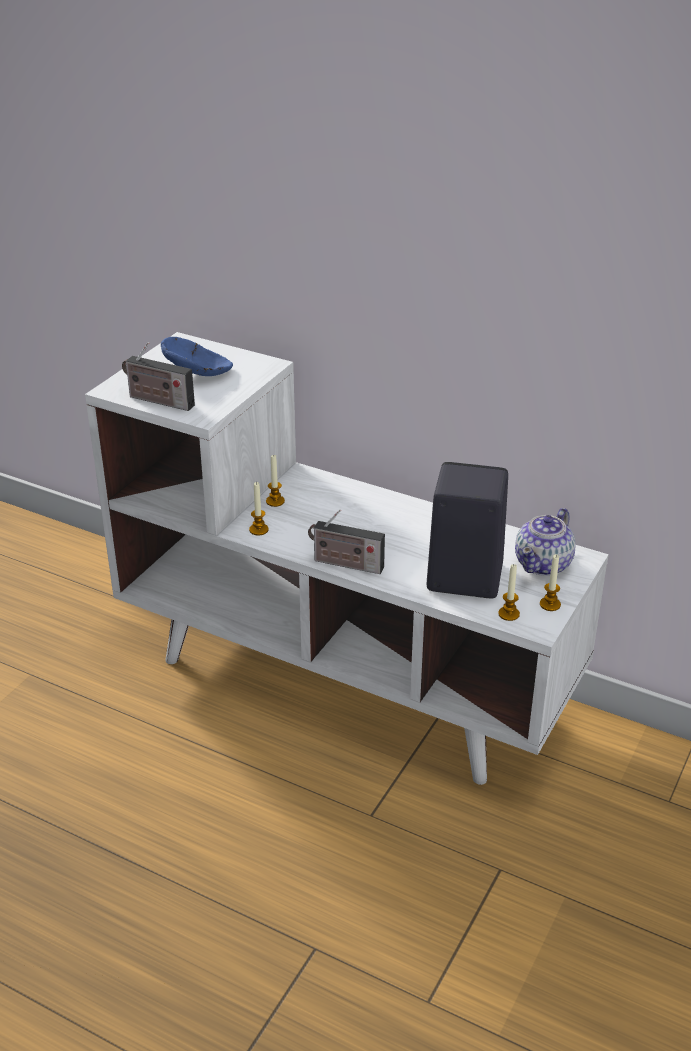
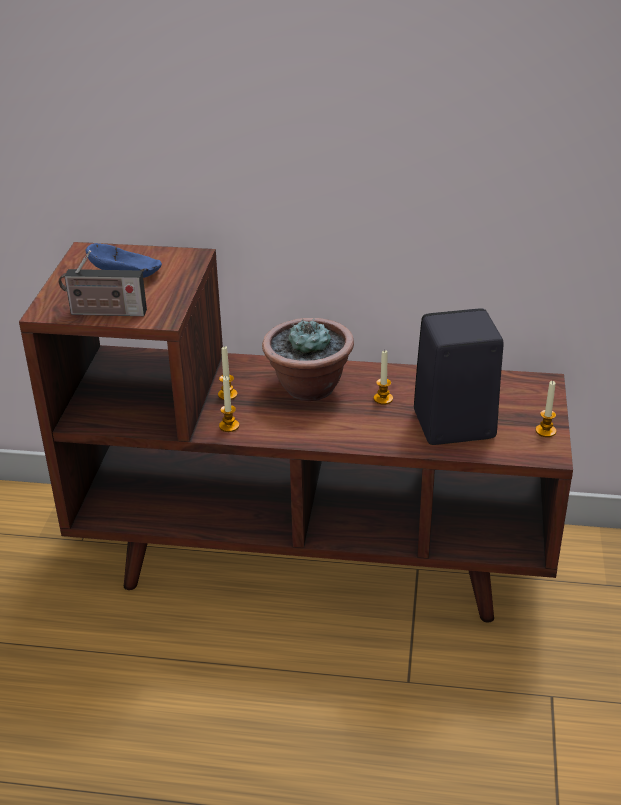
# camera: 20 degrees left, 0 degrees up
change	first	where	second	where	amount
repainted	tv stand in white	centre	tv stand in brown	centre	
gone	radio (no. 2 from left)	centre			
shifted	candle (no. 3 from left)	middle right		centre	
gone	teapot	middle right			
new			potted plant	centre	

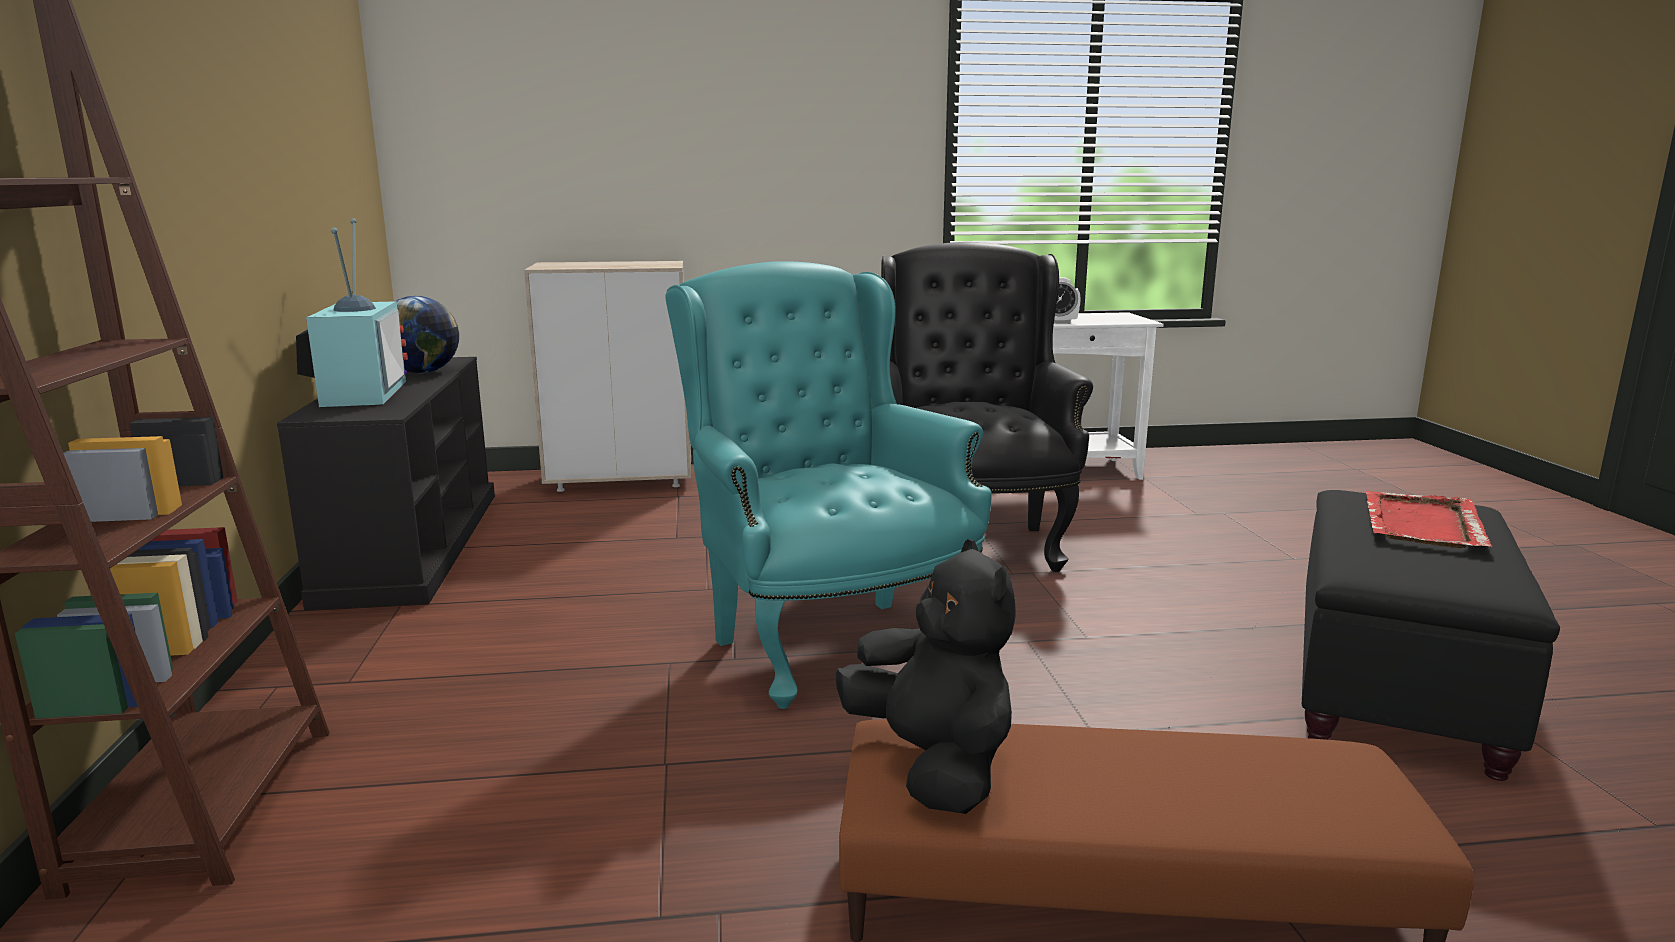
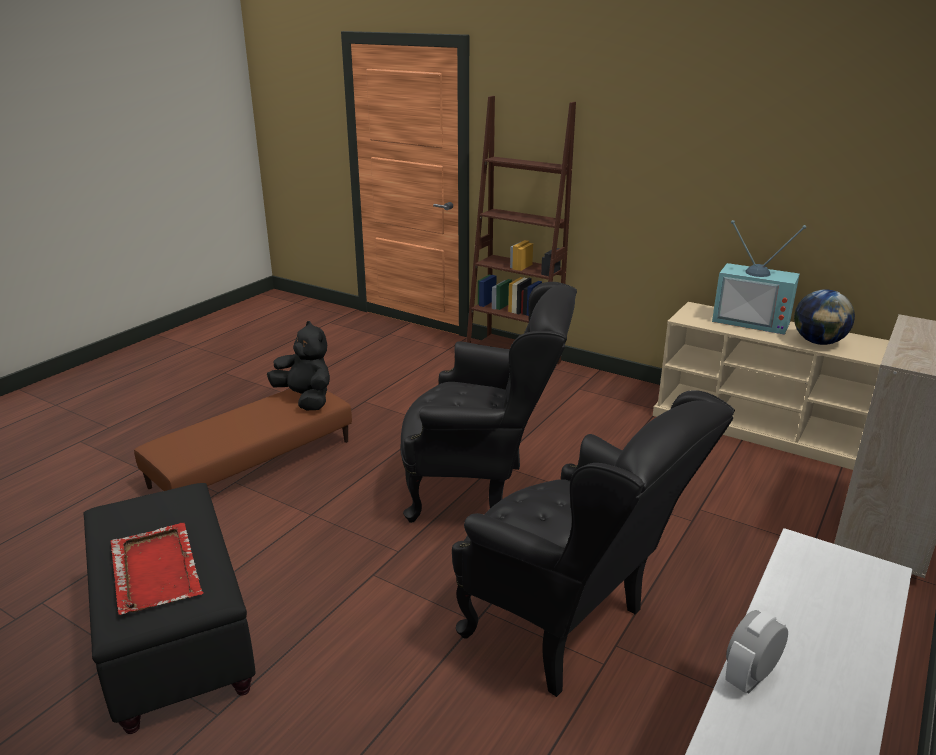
# camera: 130 degrees right, 10 degrees up
change	first	where	second	where	amount
repainted	tv stand in black	middle left	tv stand in beige	middle right	
repainted	armchair in turquoise	centre	armchair in black (no. 1 from left)	centre	
rotated	plush toy in black	bottom centre		middle left	150 degrees counterclockwise

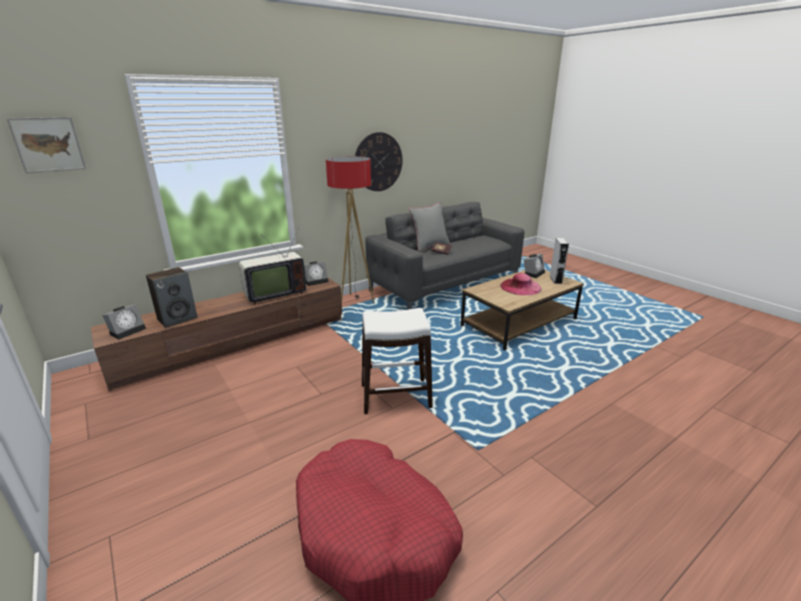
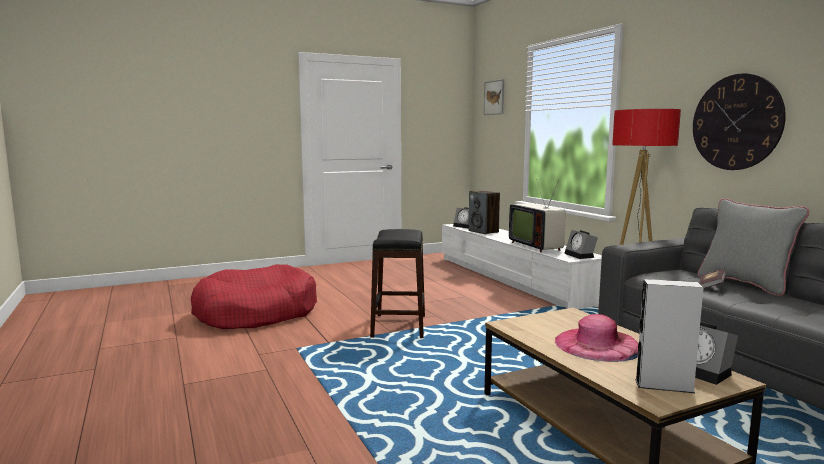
# camera: 100 degrees right, 15 degrees down
change	first	where	second	where	amount
repainted	tv stand in brown	middle left	tv stand in white	centre	
repainted	stool in white	centre	stool in black	centre	

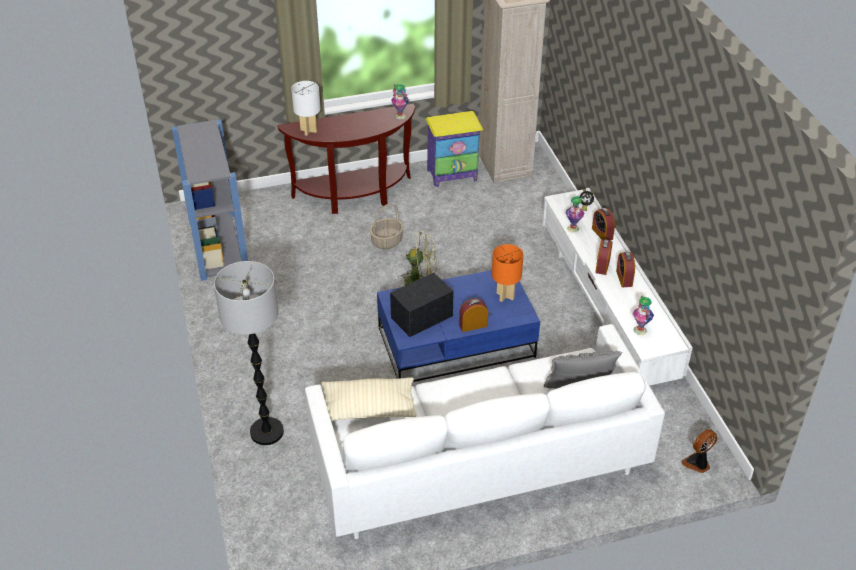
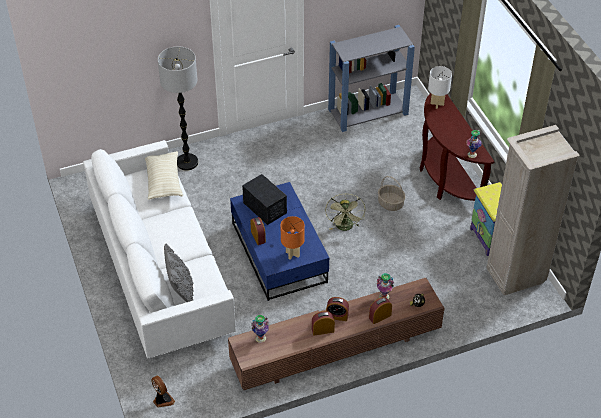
# camera: 85 degrees right, 5 degrees up
change	first	where	second	where	amount
repainted	tv stand in white	middle right	tv stand in brown	bottom centre	

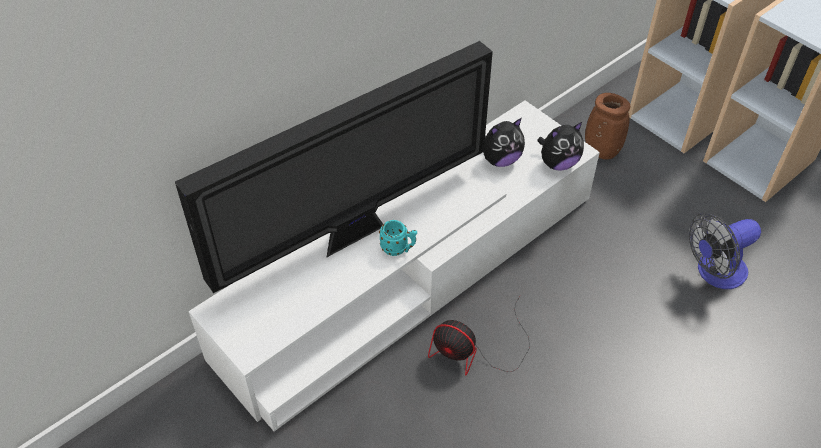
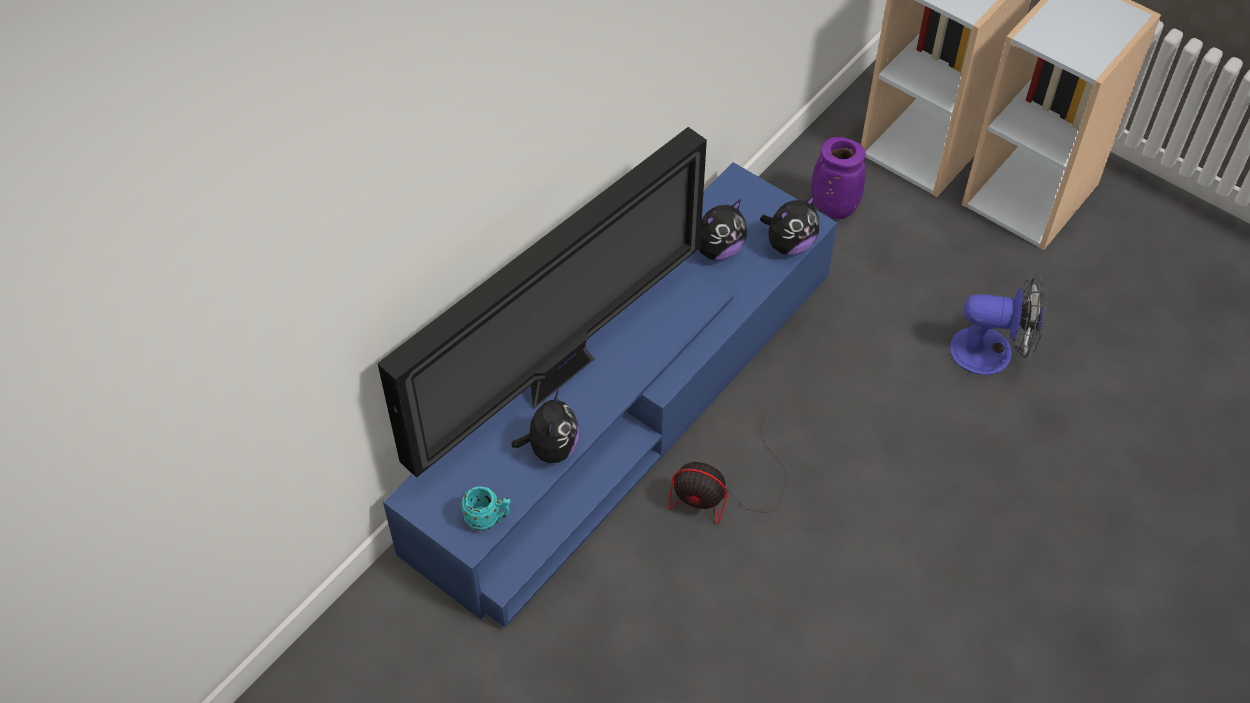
# camera: 10 degrees left, 5 degrees up
change	first	where	second	where	amount
repainted	tv stand in white	centre	tv stand in blue	centre	
shifted	mug in turquoise	centre		bottom centre	
repainted	vase in brown	top right	vase in purple	top right	
rotated	fan (no. 2 from left)	middle right		middle right	135 degrees counterclockwise
new			plush toy (no. 1 from left)	centre	

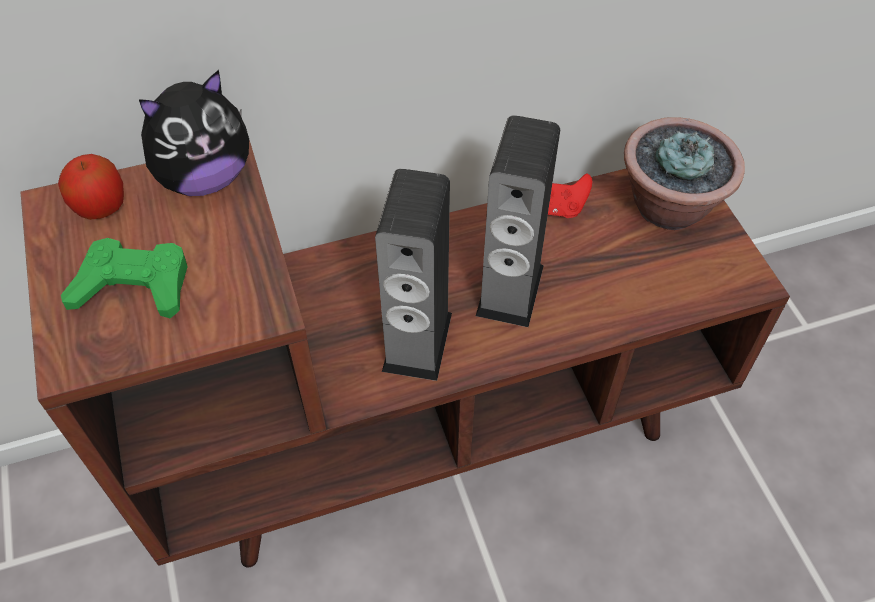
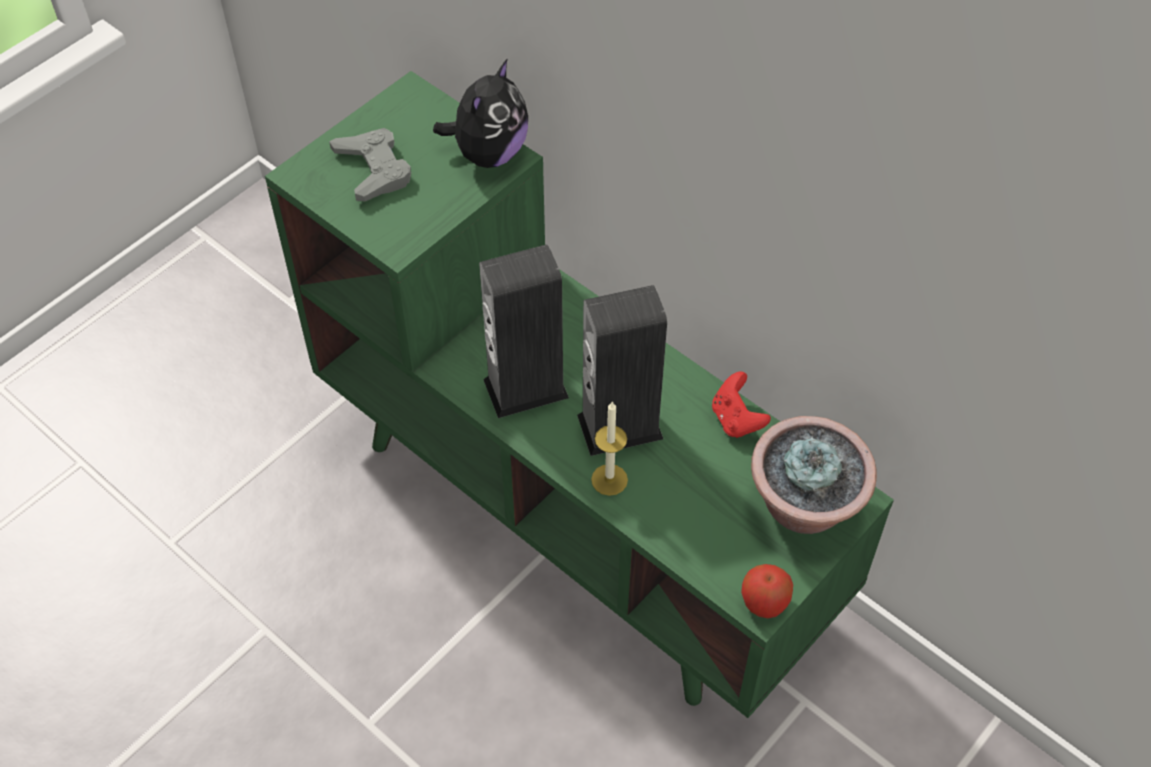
# camera: 60 degrees right, 0 degrees up
change	first	where	second	where	amount
repainted	tv stand in brown	centre	tv stand in green	centre	
shifted	apple	top left		bottom centre	
repainted	game controller in green	middle left	game controller in grey	top left	
rotated	plush toy	top left		top centre	90 degrees counterclockwise
new			candle	centre	

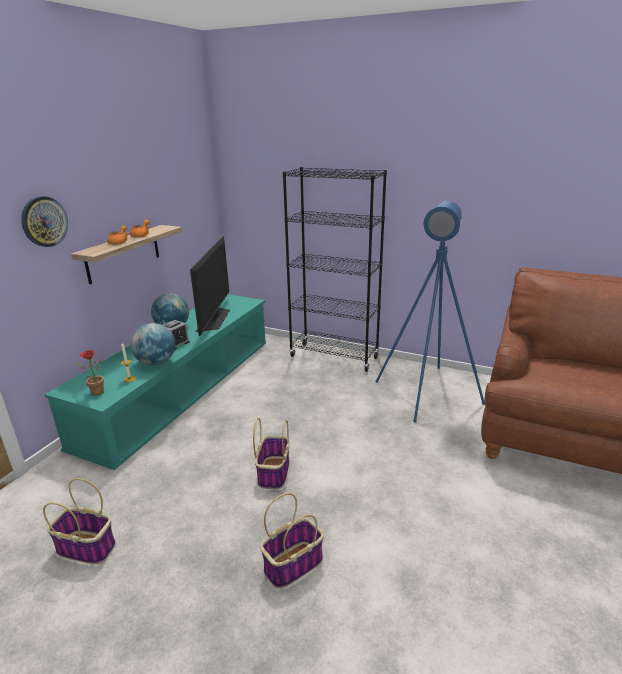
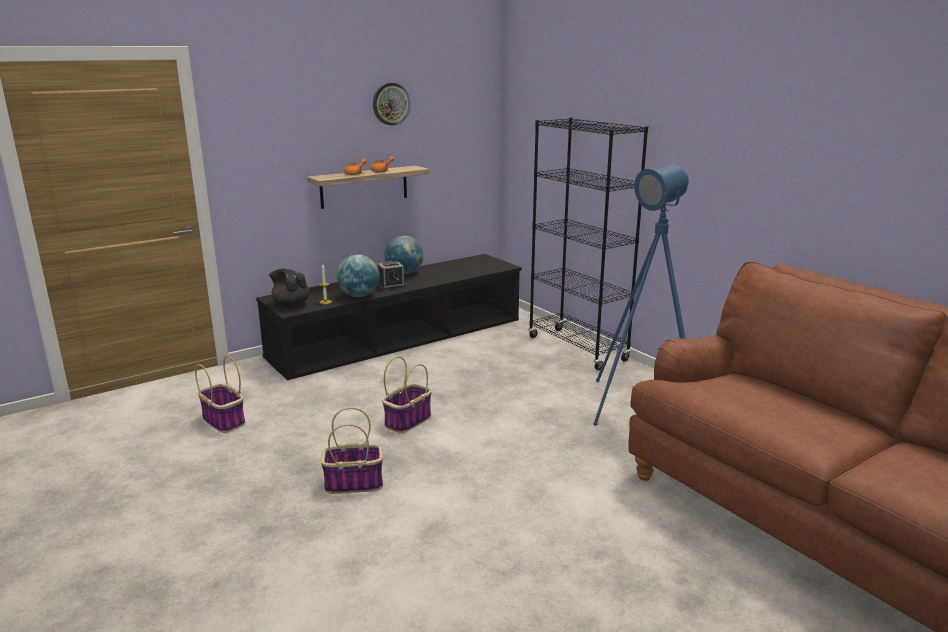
# camera: 30 degrees right, 5 degrees down
change	first	where	second	where	amount
shifted	wall clock	top left		top centre	
repainted	tv stand in turquoise	middle left	tv stand in black	centre	
swapped	potted plant	middle left	teapot in black	middle left	
gone	television	centre			

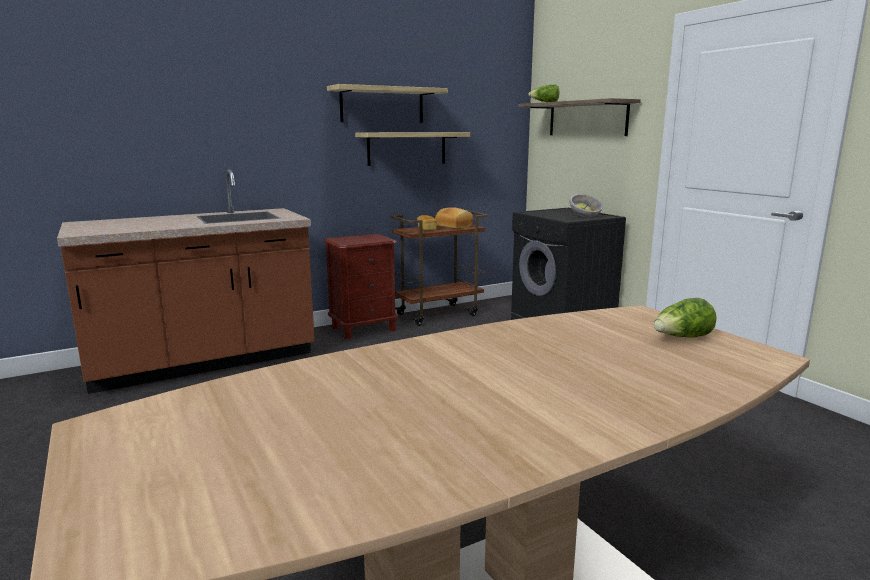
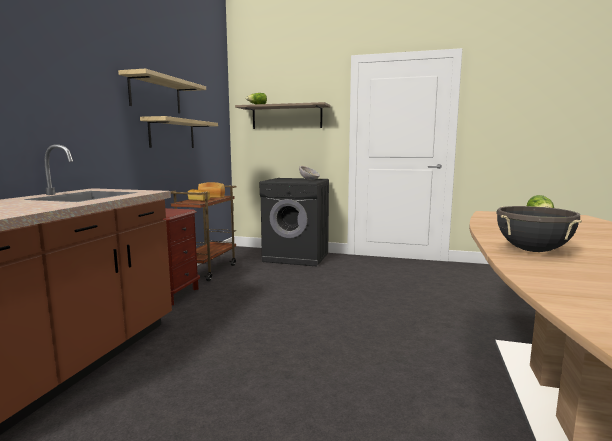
# camera: 45 degrees left, 5 degrees down
change	first	where	second	where	amount
new			cooking pot in black	middle right	

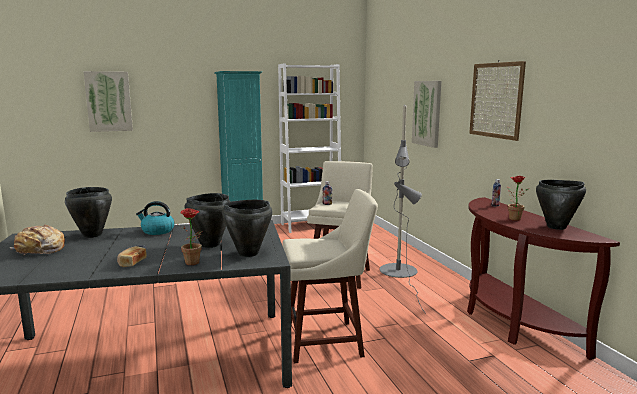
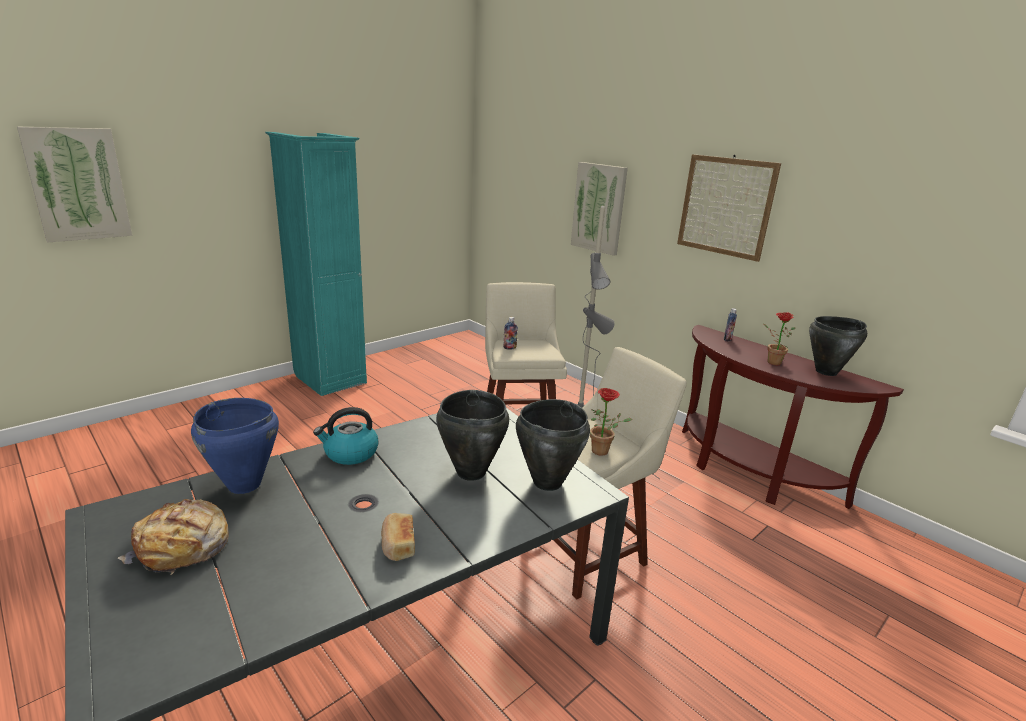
# camera: 25 degrees left, 10 degrees up
change	first	where	second	where	amount
repainted	cooking pot in black (no. 1 from left)	middle left	cooking pot in blue	middle left	
shifted	potted plant (no. 1 from left)	middle left		centre	
gone	bookcase in white	centre			

